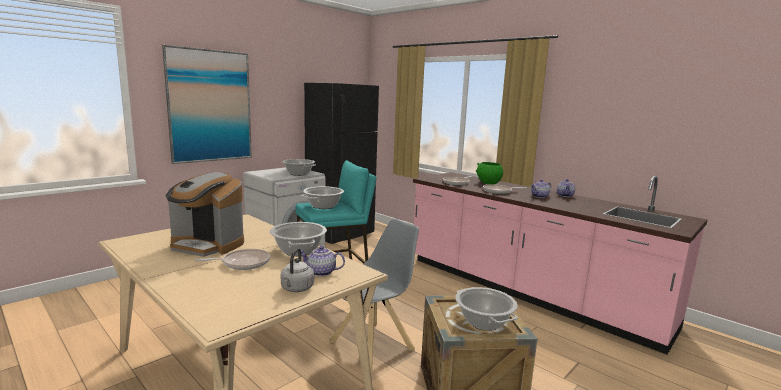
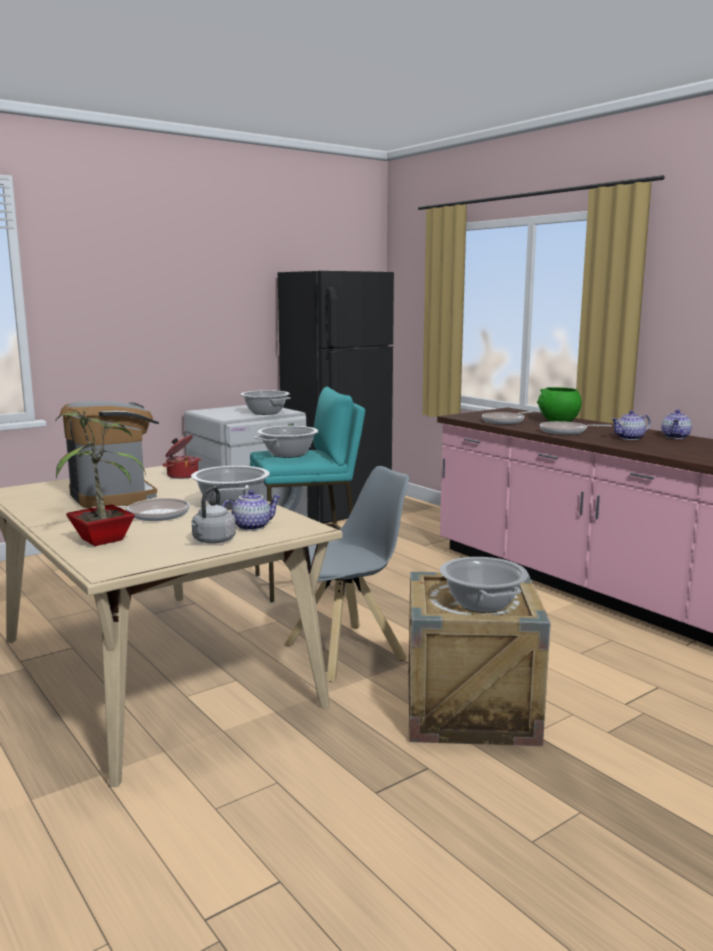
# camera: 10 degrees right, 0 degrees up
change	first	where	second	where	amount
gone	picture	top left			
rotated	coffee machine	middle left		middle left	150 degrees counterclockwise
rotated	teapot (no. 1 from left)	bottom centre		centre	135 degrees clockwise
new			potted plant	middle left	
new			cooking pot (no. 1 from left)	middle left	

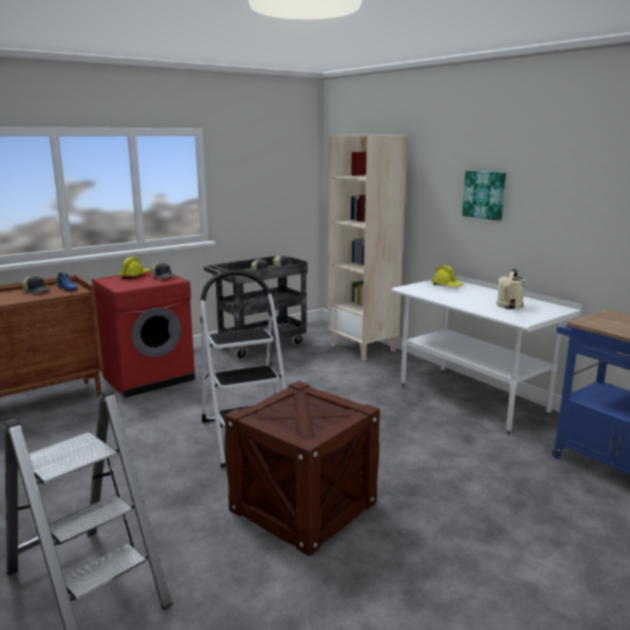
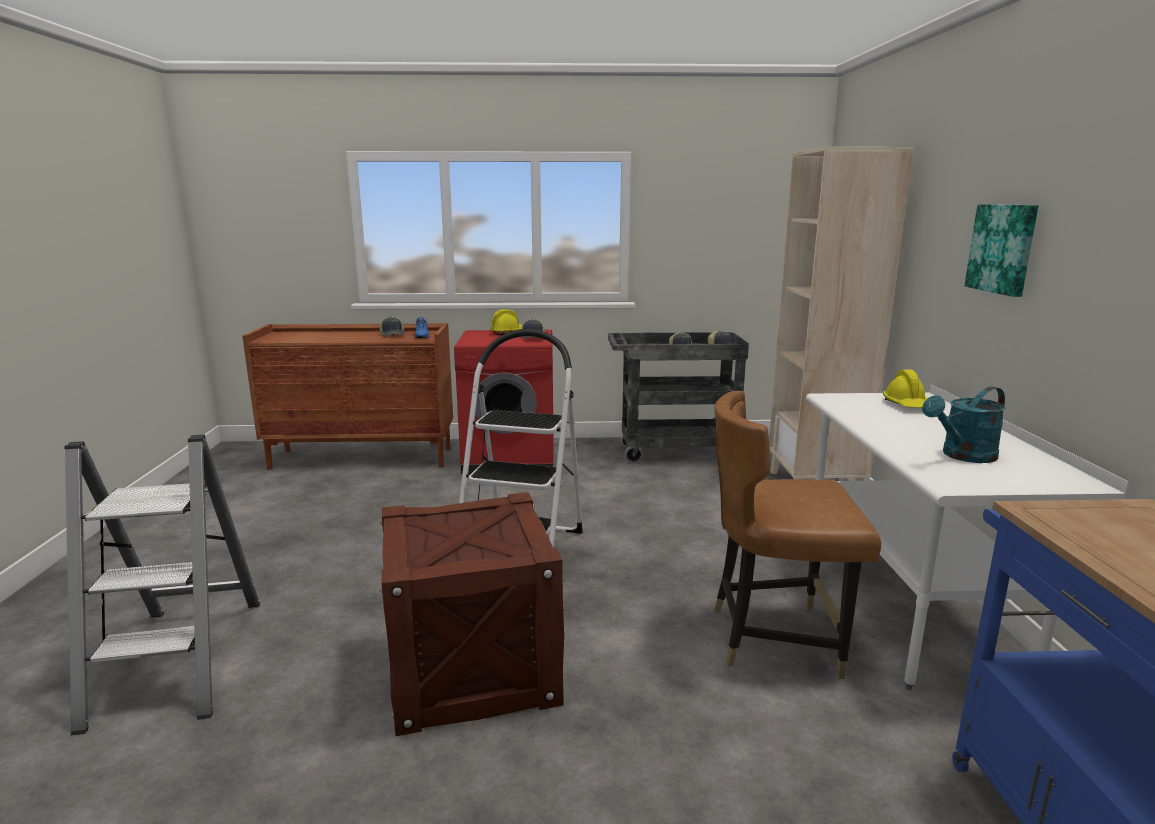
# camera: 35 degrees right, 0 degrees up
change	first	where	second	where	amount
repainted	watering can in beige	middle right	watering can in turquoise	middle right	
new			chair in brown	middle right	

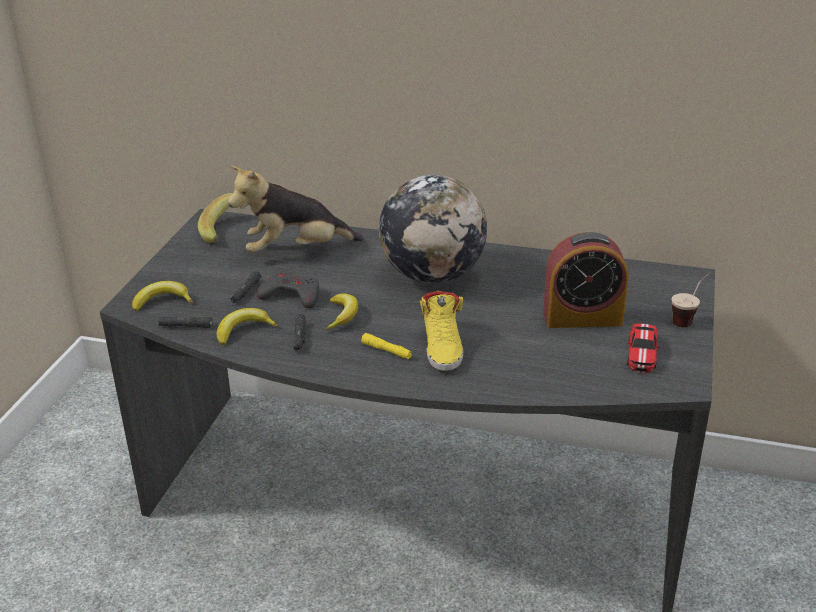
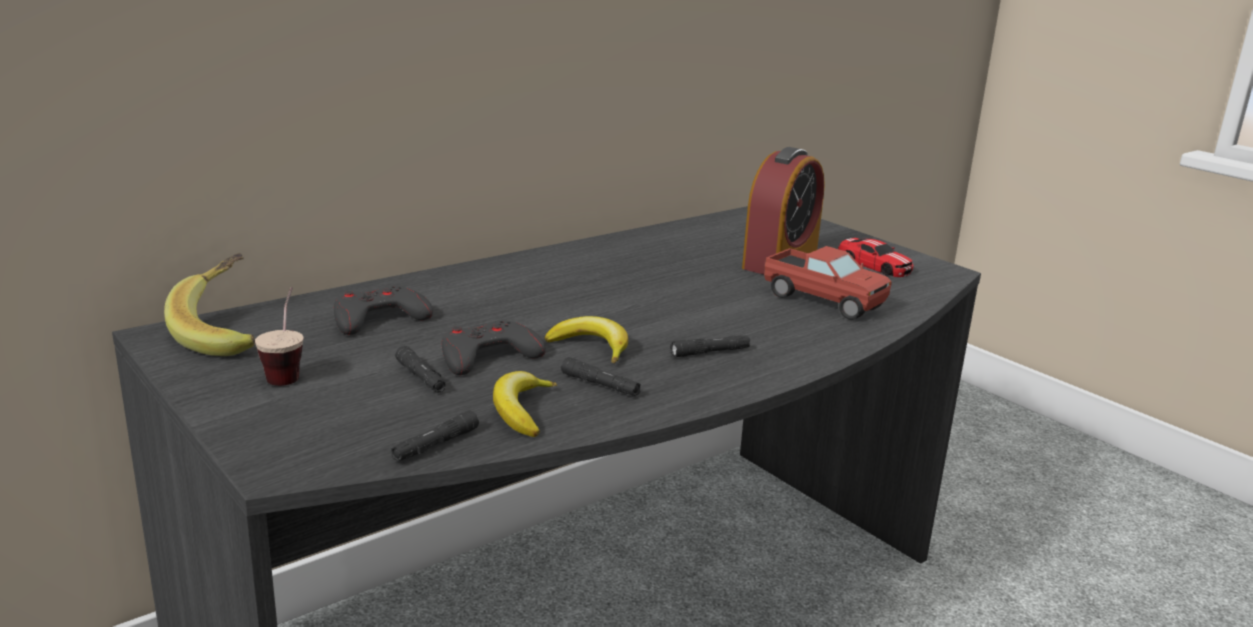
# camera: 55 degrees left, 10 degrees down
change	first	where	second	where	amount
gone	banana (no. 1 from left)	middle left			
swapped	plush toy	centre	game controller in grey (no. 1 from left)	middle left	
repainted	flashlight in yellow	centre	flashlight in black (no. 4 from left)	centre	
gone	globe	centre			
gone	shoe in yellow	centre			
shifted	cup	middle right		middle left	
new			toy truck	centre	

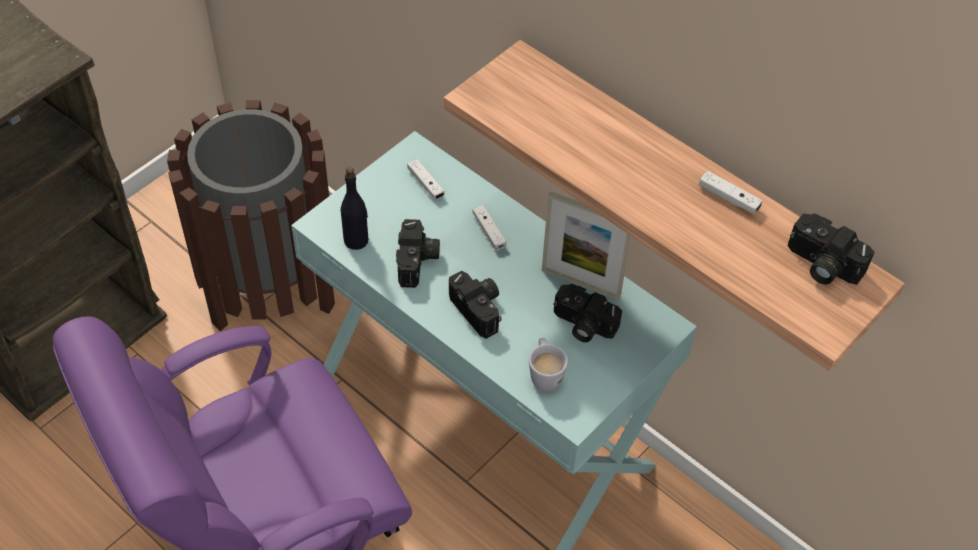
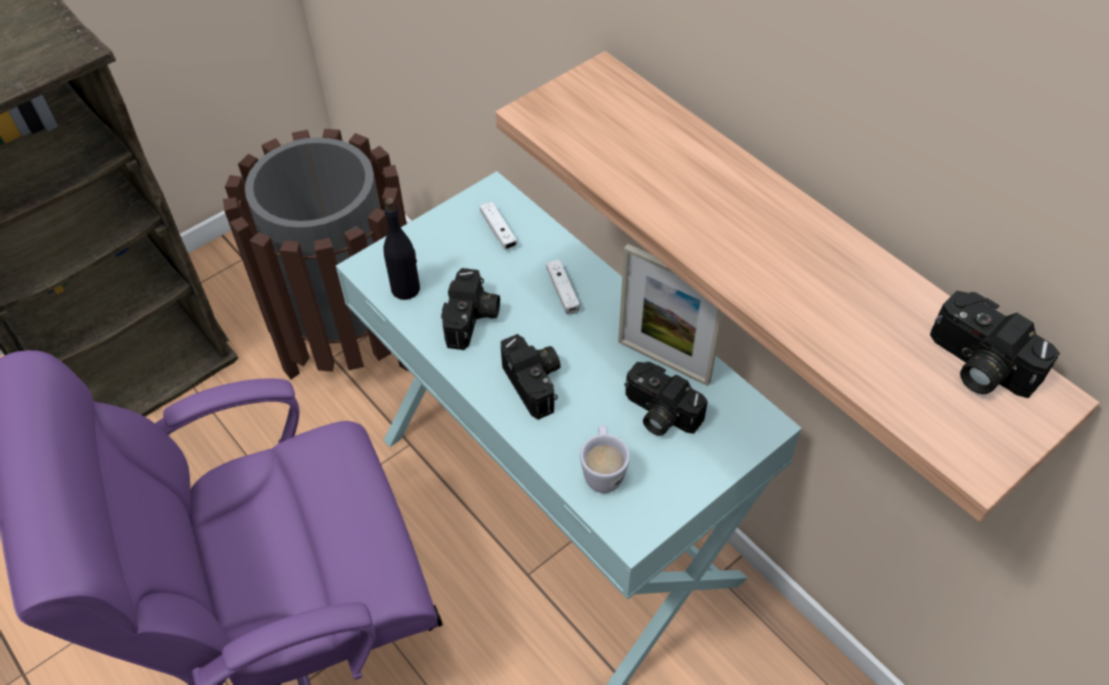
# camera: 10 degrees right, 0 degrees up
change	first	where	second	where	amount
gone	game controller in white (no. 3 from left)	middle right			

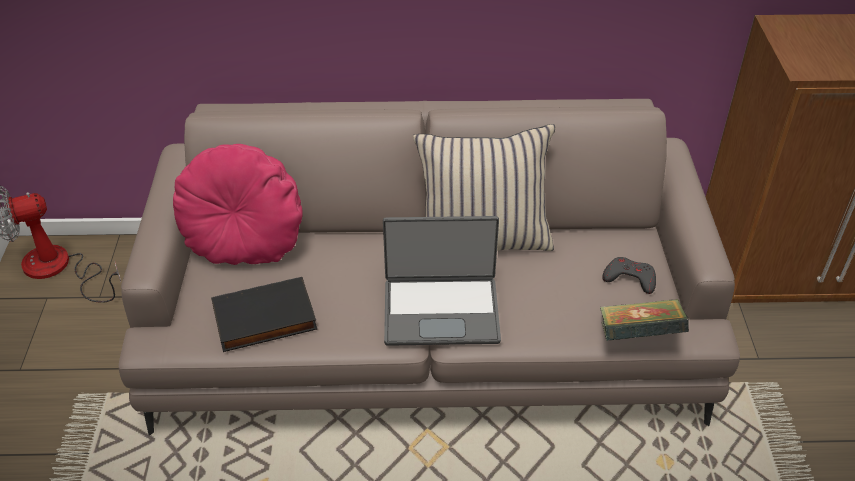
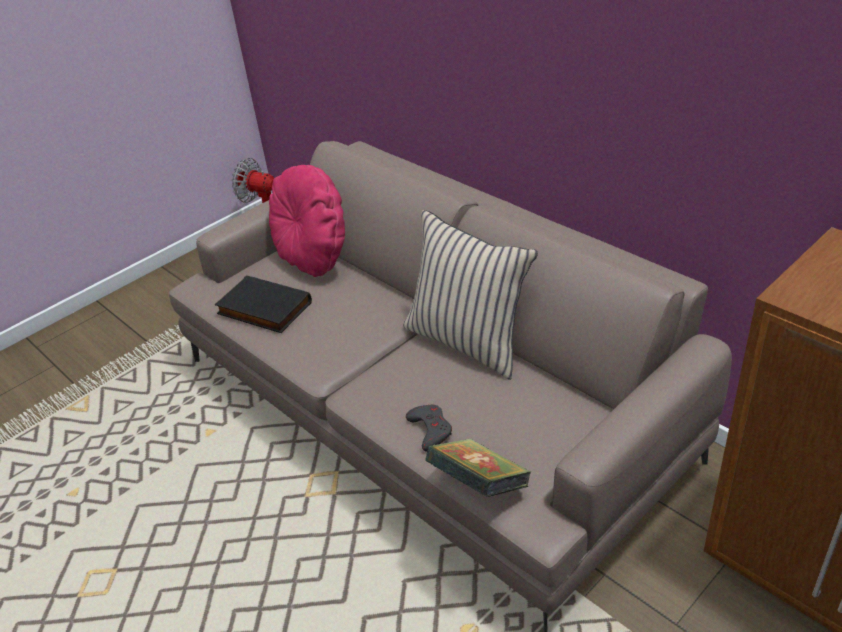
# camera: 50 degrees right, 5 degrees down
change	first	where	second	where	amount
gone	laptop	centre			
shifted	game controller in grey	middle right		bottom centre	

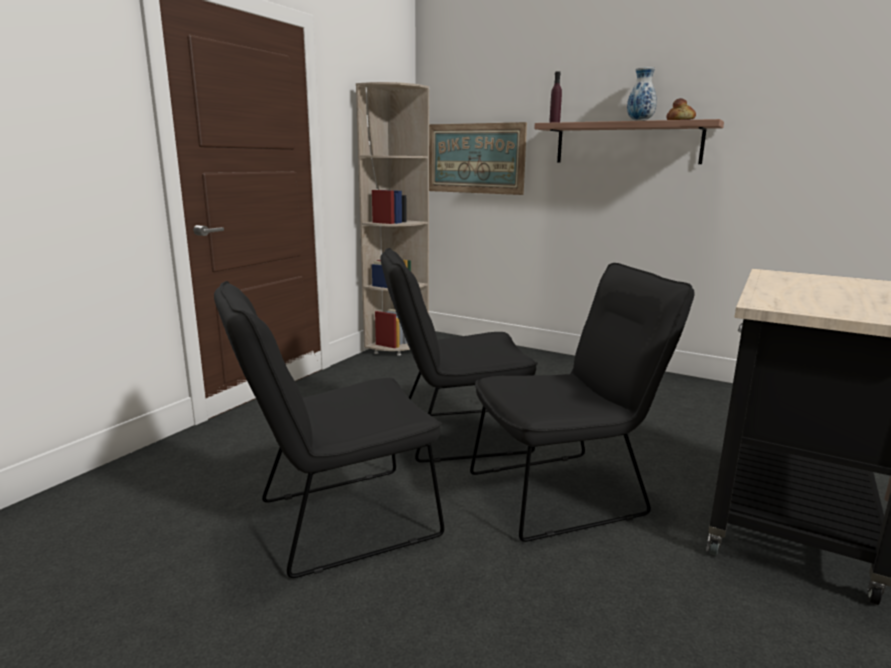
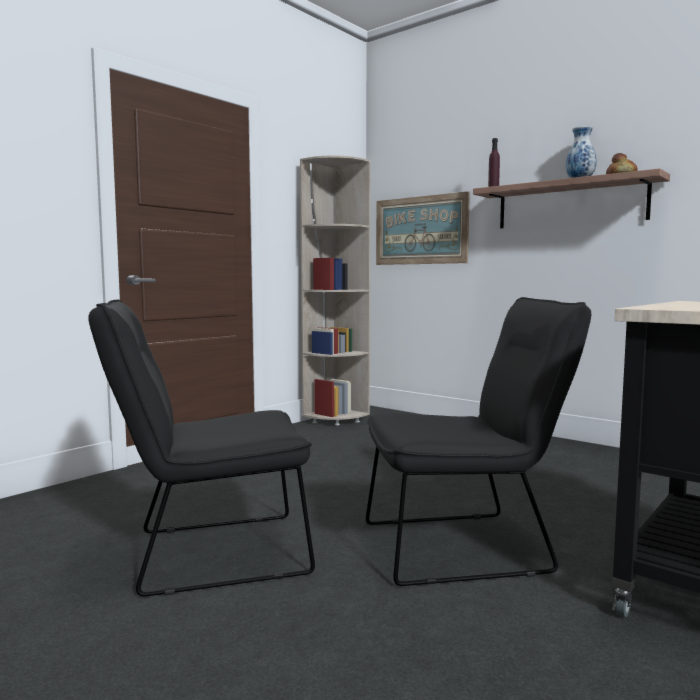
# camera: 10 degrees right, 10 degrees down
change	first	where	second	where	amount
gone	chair in black (no. 2 from left)	centre			

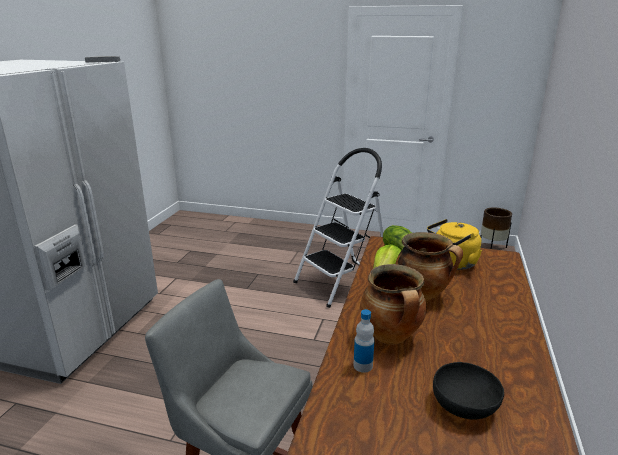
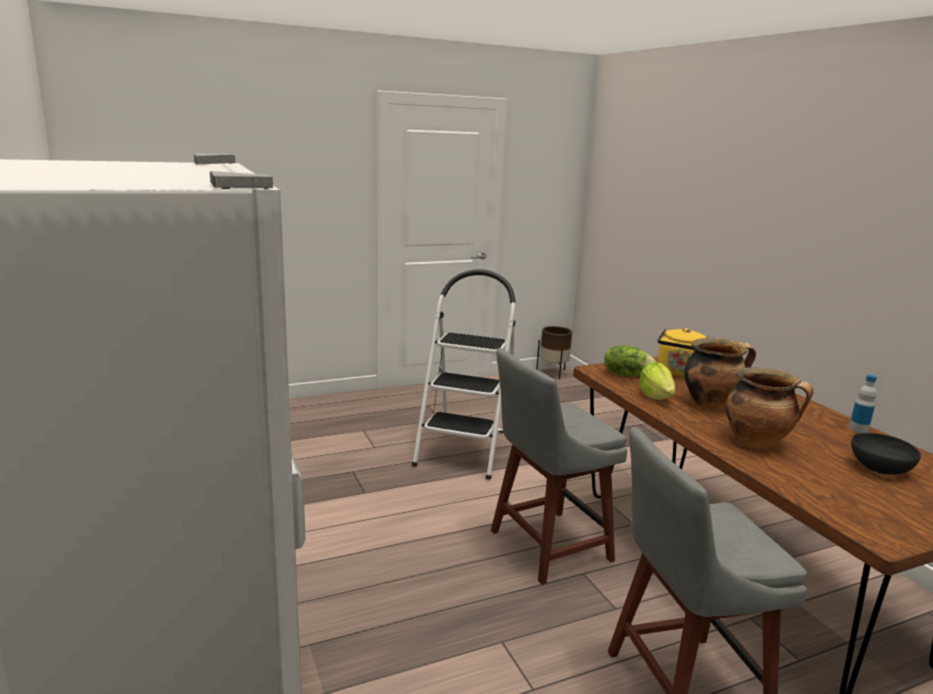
# camera: 40 degrees left, 5 degrees down
change	first	where	second	where	amount
shifted	bottle	bottom centre		middle right	
new			chair in grey (no. 1 from left)	bottom centre	

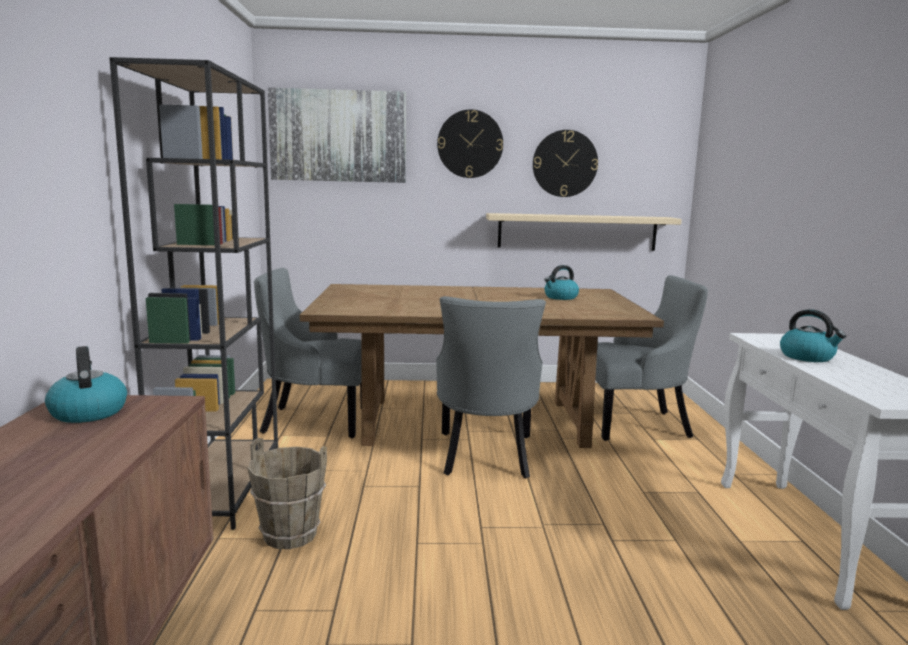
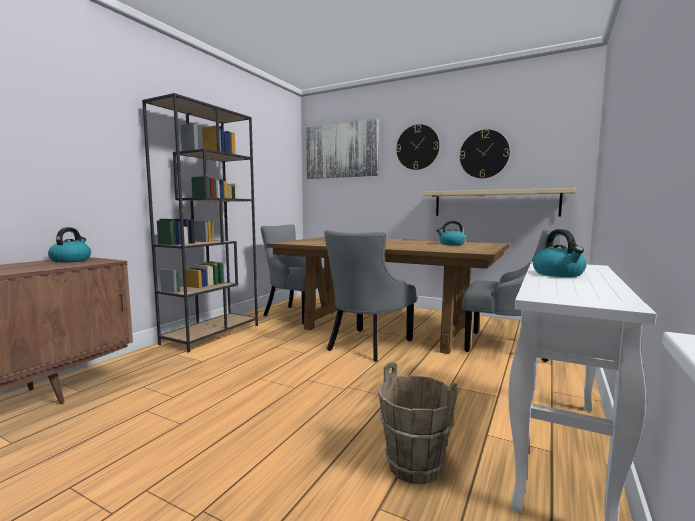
# camera: 30 degrees right, 5 degrees down
change	first	where	second	where	amount
shifted	bucket in brown	bottom left		bottom centre	

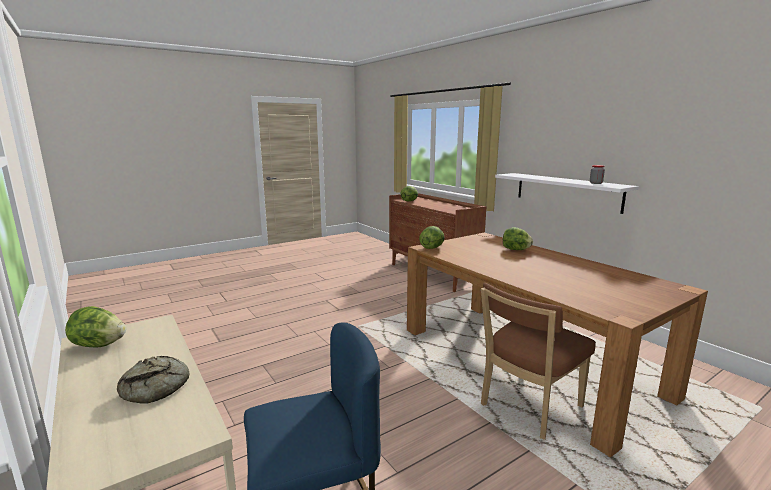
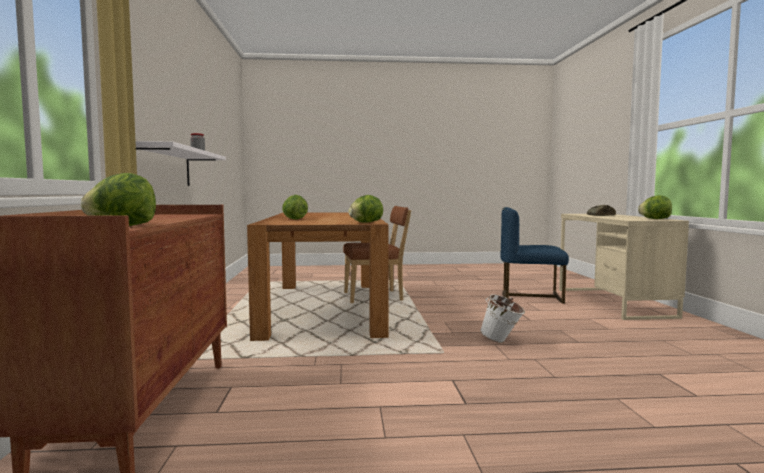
# camera: 150 degrees left, 10 degrees down
change	first	where	second	where	amount
new			bucket in white	bottom centre	

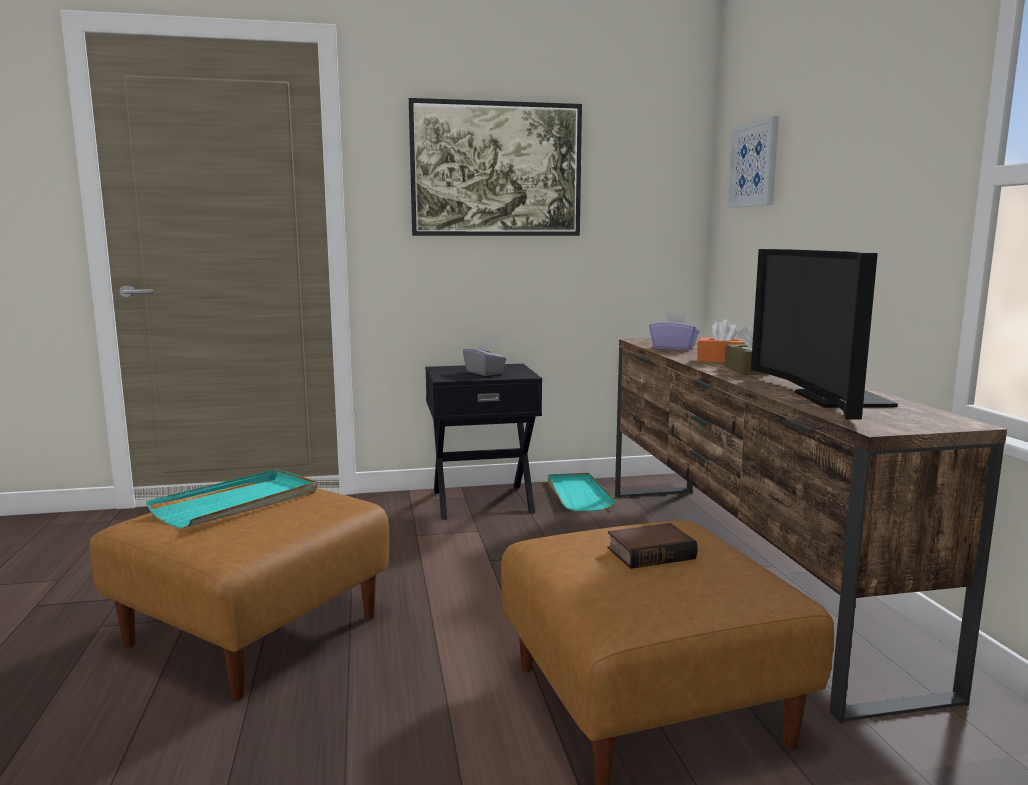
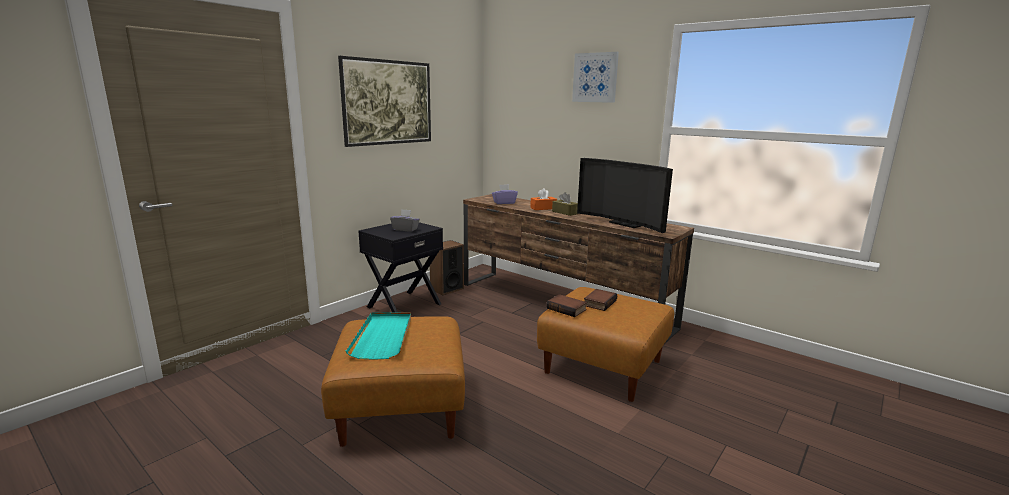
# camera: 40 degrees left, 5 degrees up
change	first	where	second	where	amount
swapped	tray in turquoise (no. 2 from left)	centre	speaker	centre	
shifted	picture (no. 2 from left)	top right		top centre	
new			book (no. 1 from left)	centre	

